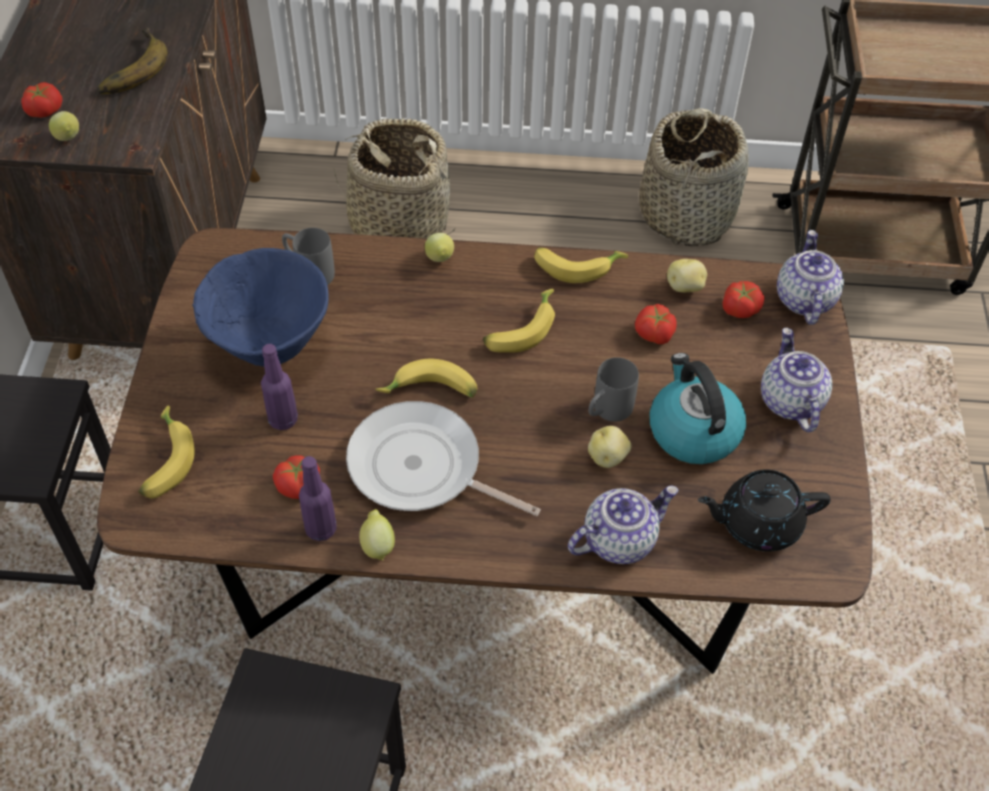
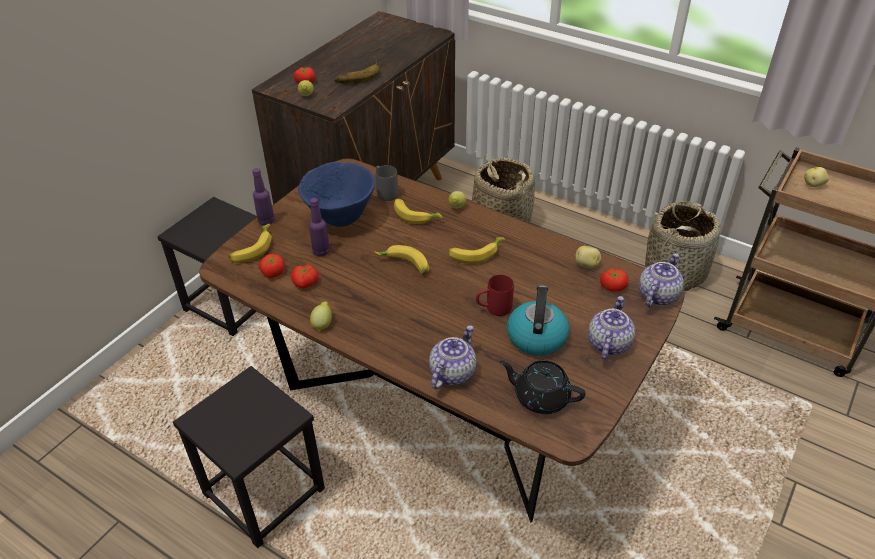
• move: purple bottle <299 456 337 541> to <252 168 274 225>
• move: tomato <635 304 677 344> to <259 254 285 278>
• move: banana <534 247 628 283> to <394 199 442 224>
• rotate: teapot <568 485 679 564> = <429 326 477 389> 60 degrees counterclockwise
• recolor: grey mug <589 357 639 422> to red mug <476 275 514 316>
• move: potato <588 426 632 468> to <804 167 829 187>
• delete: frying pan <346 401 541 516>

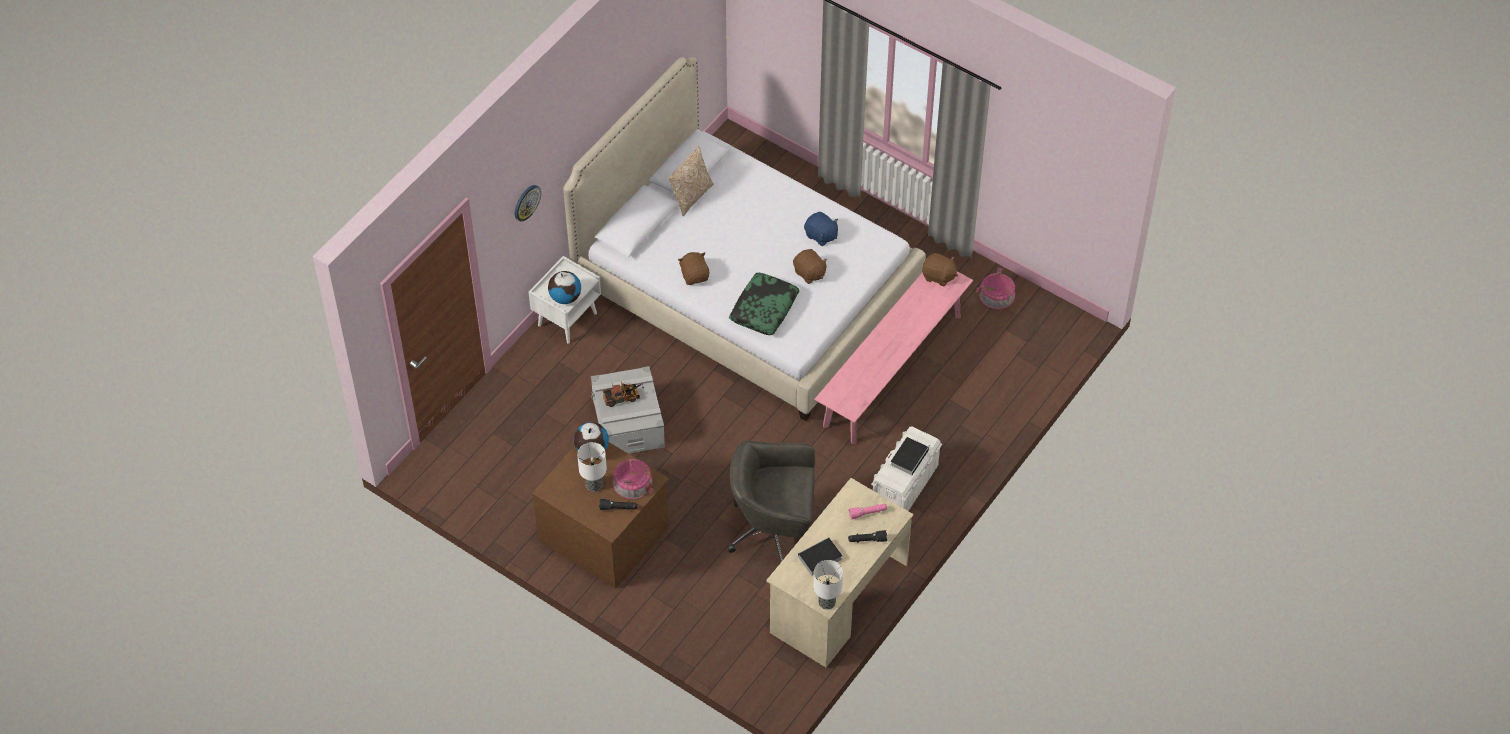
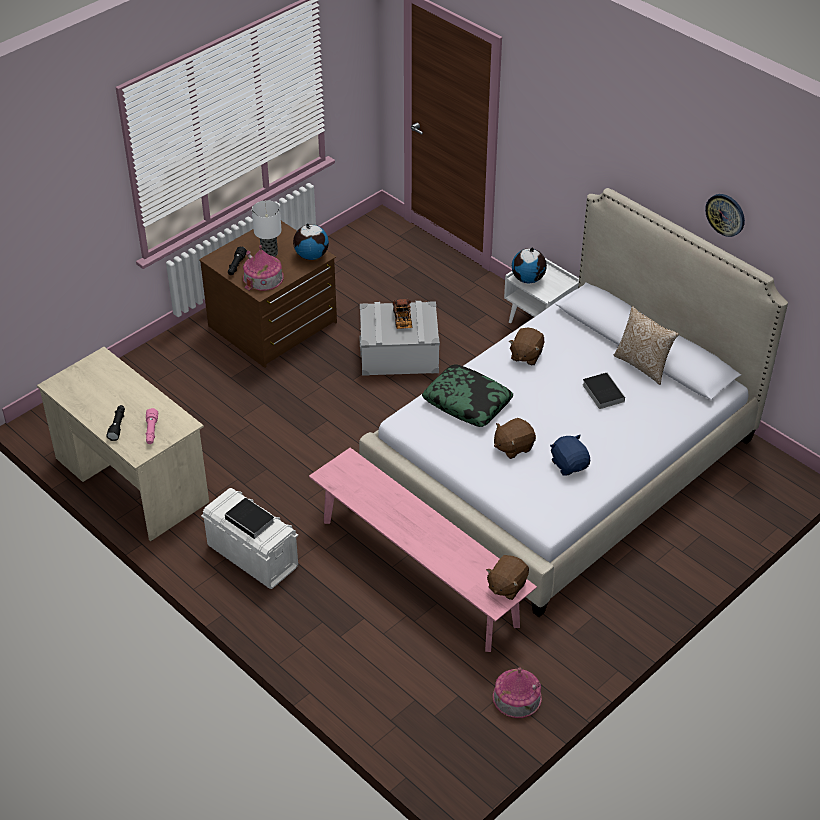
• rotate: brown plush toy <678 252 709 285> = <509 328 544 365> 120 degrees clockwise
• rotate: blue plush toy <804 212 838 246> = <550 435 590 476> 105 degrees clockwise
• move: book <797 537 842 576> to <582 372 625 409>
• move: wall clock <515 185 541 221> to <705 194 745 237>
• delete: grey office chair <728 440 815 564>
• delete: table lamp <813 560 843 610>

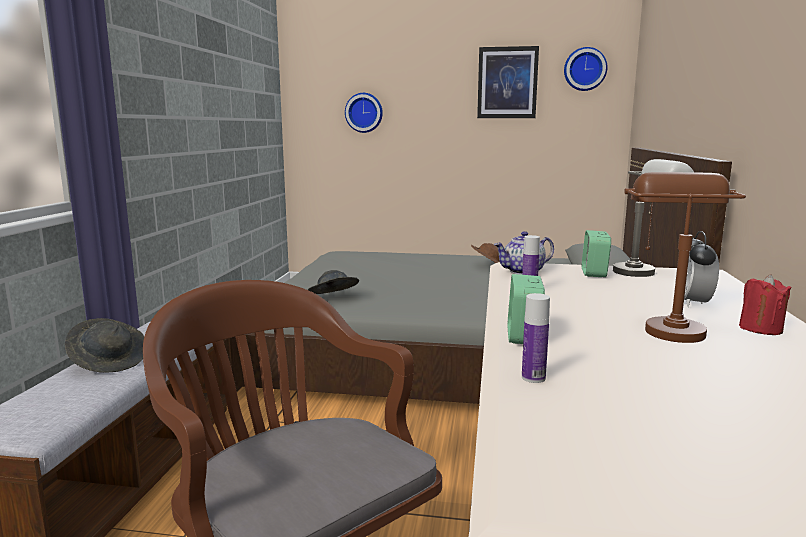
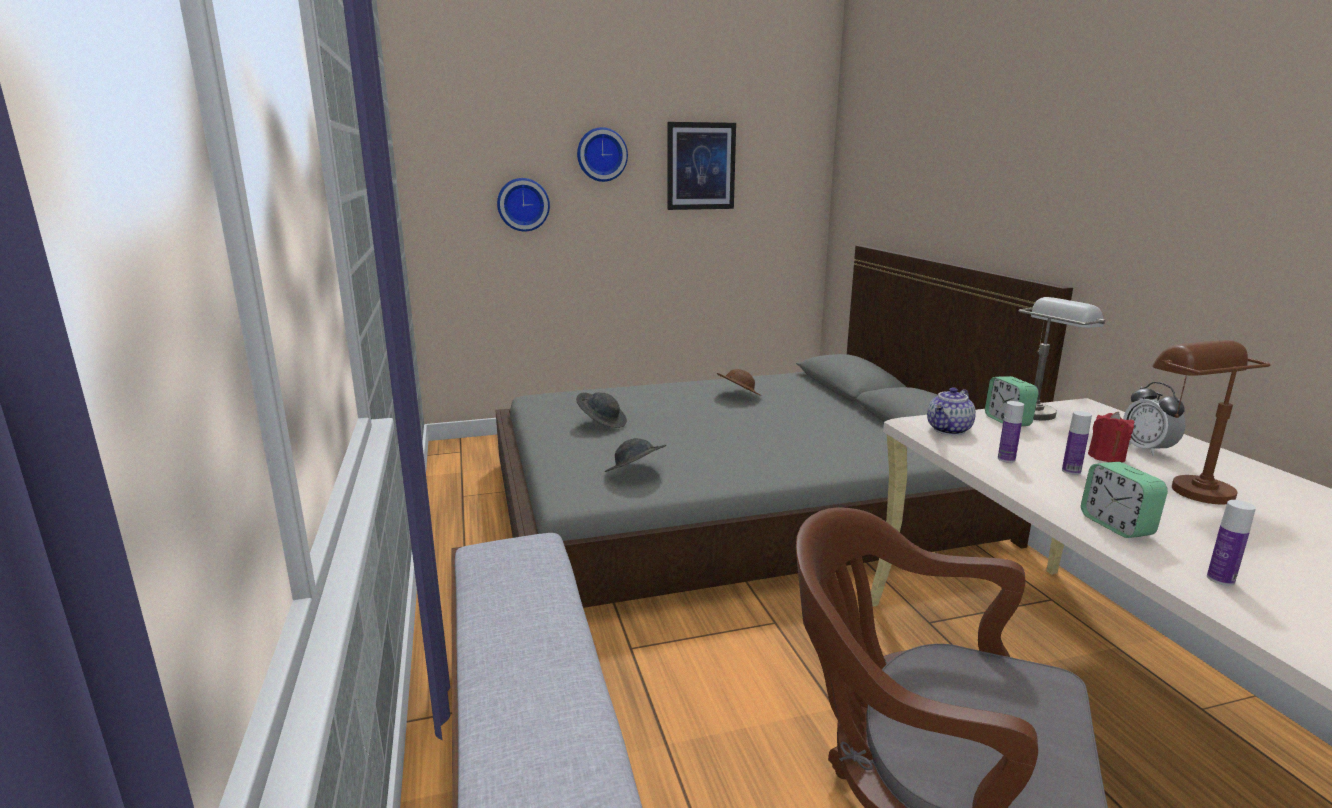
• move: grey hat <65 318 145 373> to <576 392 627 428>
• move: wall clock <564 47 607 91> to <577 127 628 182>
• insert: bottle <1062 411 1092 475>
• move: red candle <739 274 791 335> to <1088 412 1134 463>

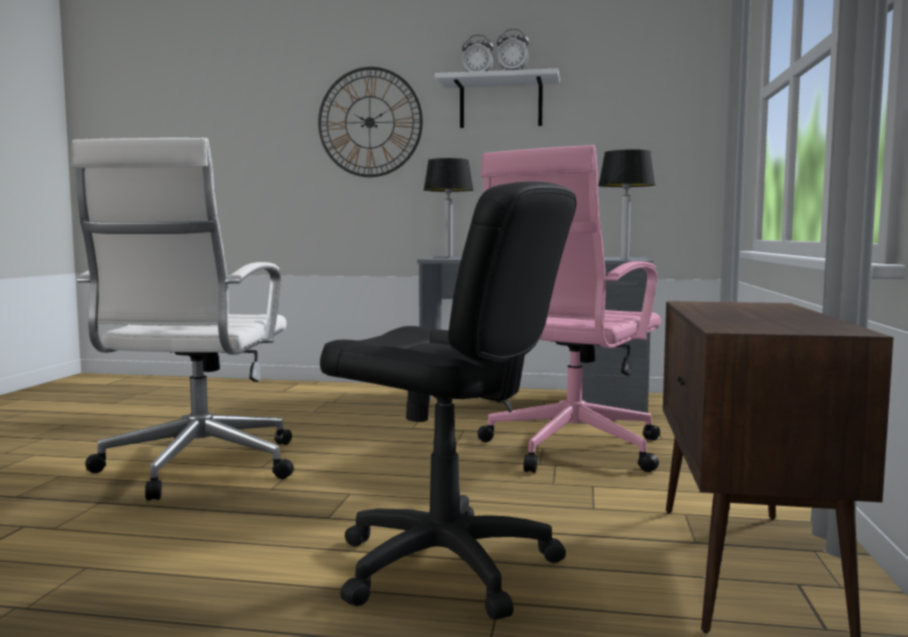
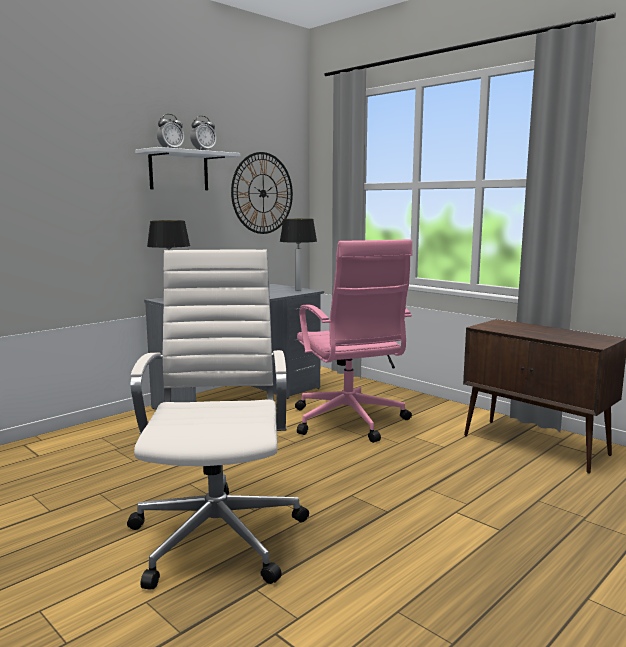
• rotate: white office chair <71 138 294 501> = <127 250 309 590> 135 degrees counterclockwise
• move: wall clock <318 67 423 177> to <231 152 293 234>
• delete: black office chair <320 182 577 619>

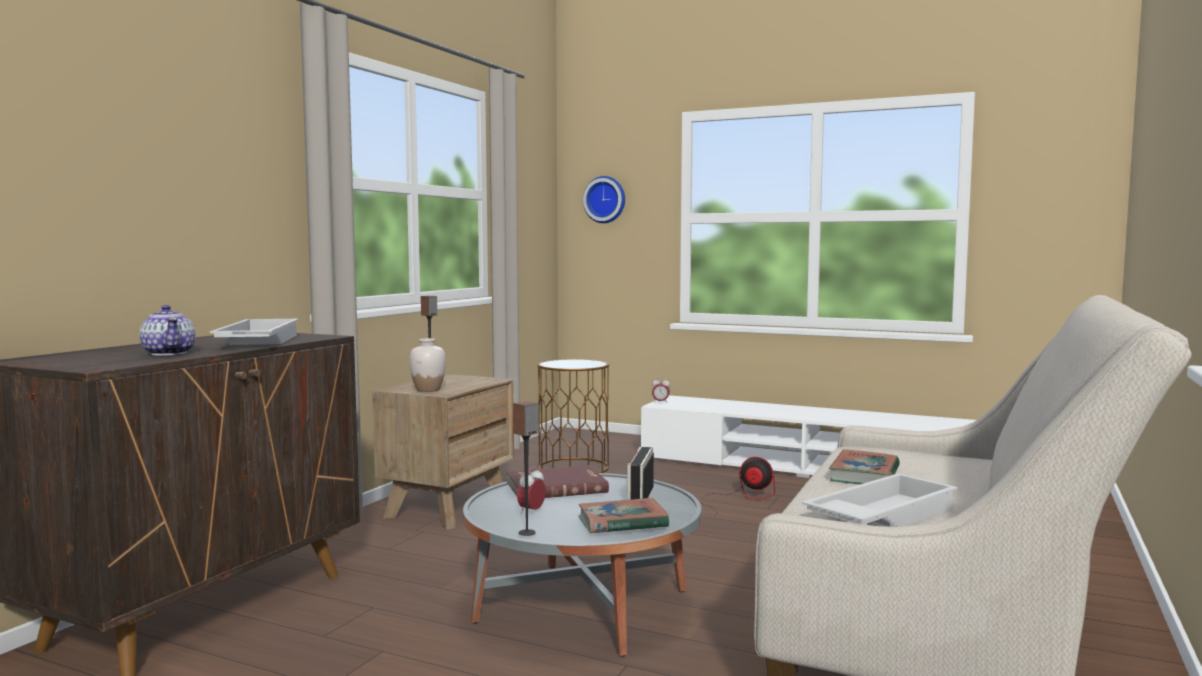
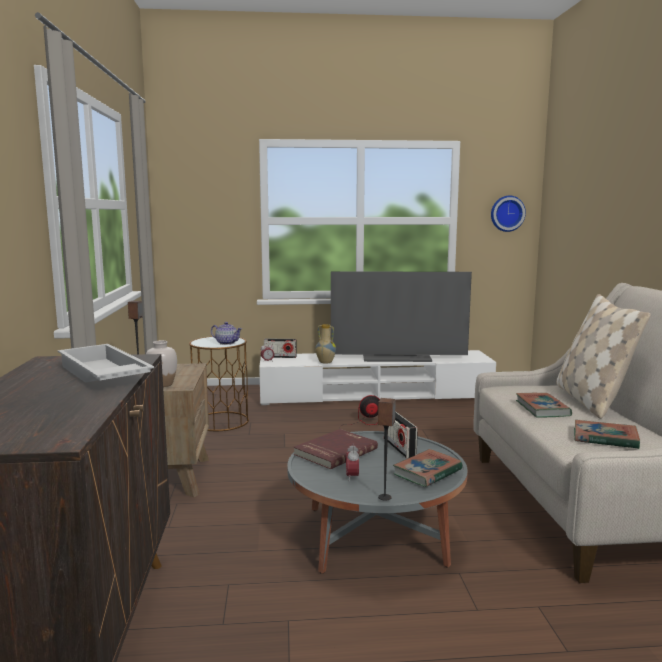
• move: teapot <140 305 195 356> to <211 322 242 345>
• insert: radio <264 338 297 358>
• insert: vase <315 324 336 364>
• insert: television <331 271 472 362>
• move: wall clock <583 176 625 223> to <491 196 526 232>
• insert: beige pillow <556 294 650 419>
• replace: white tray <802 473 958 527> to book <574 420 640 449>

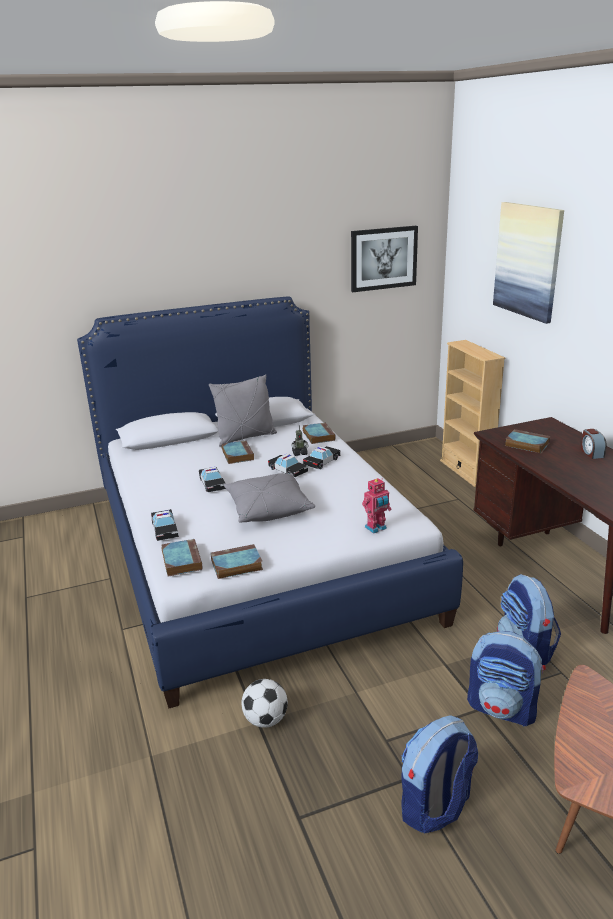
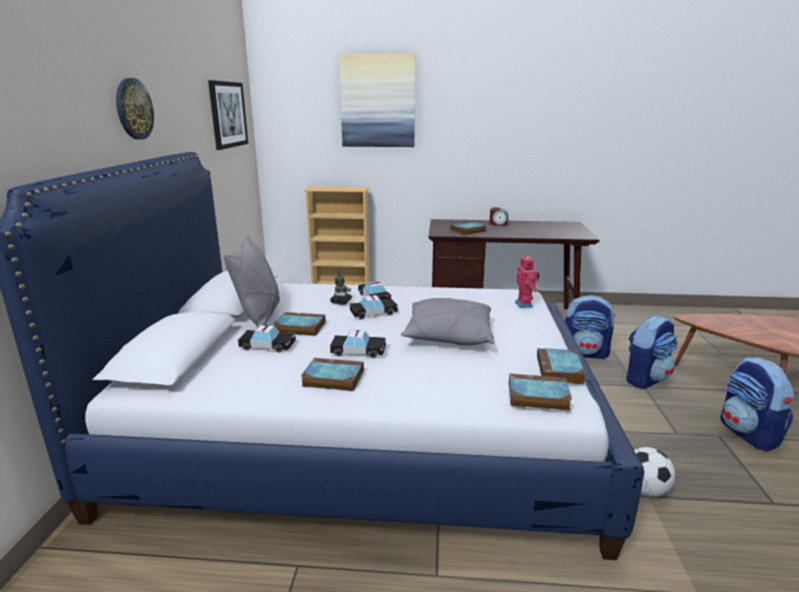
• insert: wall clock <116 78 154 140>
• move: toy car <151 509 179 541> to <238 325 296 353>
• move: book <303 423 335 444> to <301 358 364 391>

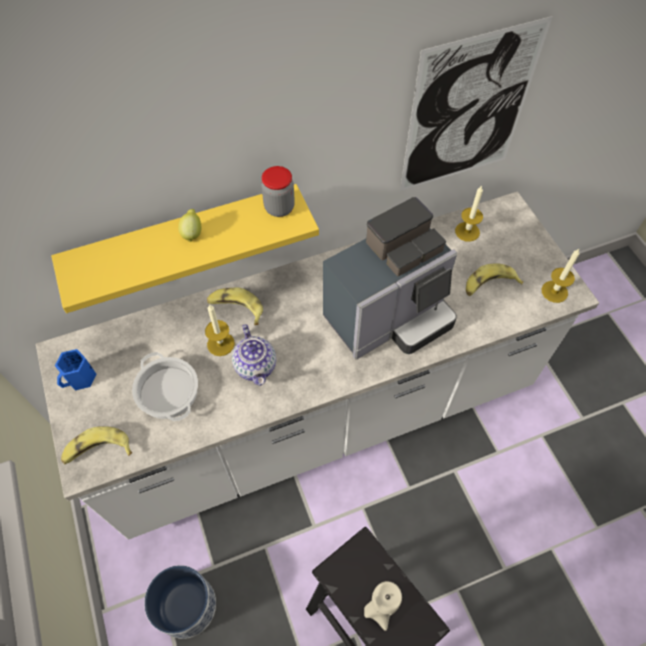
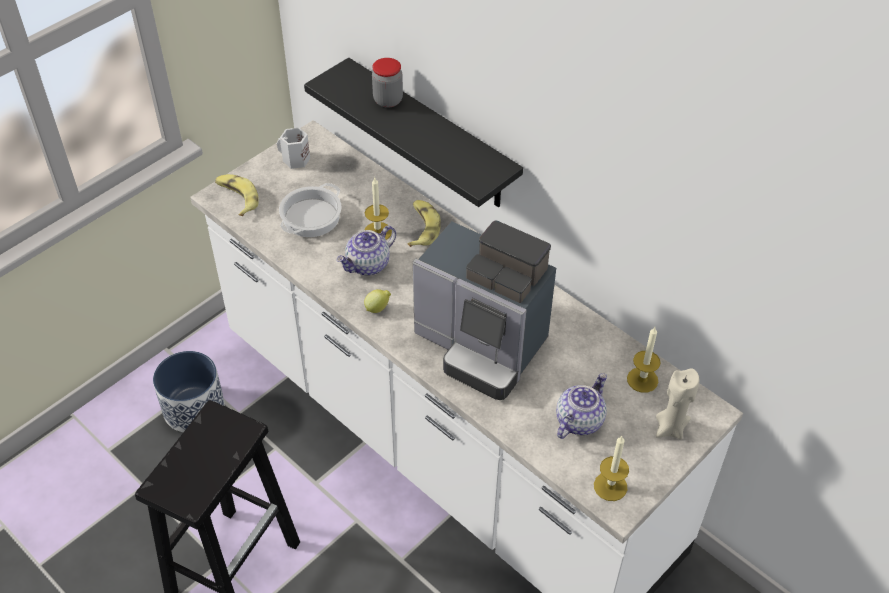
• recolor: blue mug <55 349 96 390> to white mug <277 128 310 169>
• recolor: yellow shelf <51 184 319 313> to black shelf <304 58 523 207>
• move: lemon <178 209 201 242> to <364 289 391 313>
• move: jar <261 166 295 217> to <372 58 403 108>
• replace: banana <466 264 523 296> to teapot <556 373 607 439>
• move: beige candle <364 581 402 631> to <656 368 699 440>
• delete: picture <400 16 553 191>

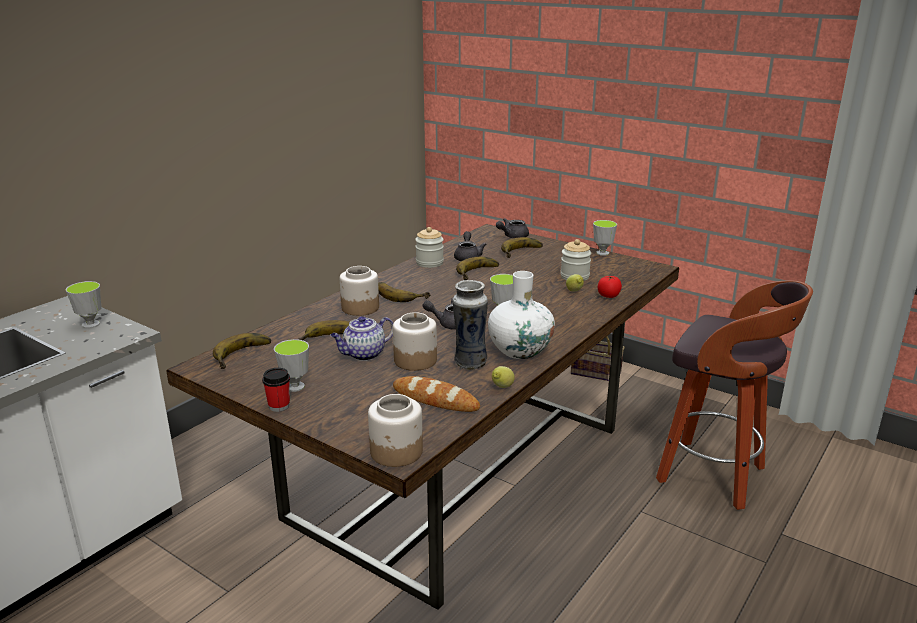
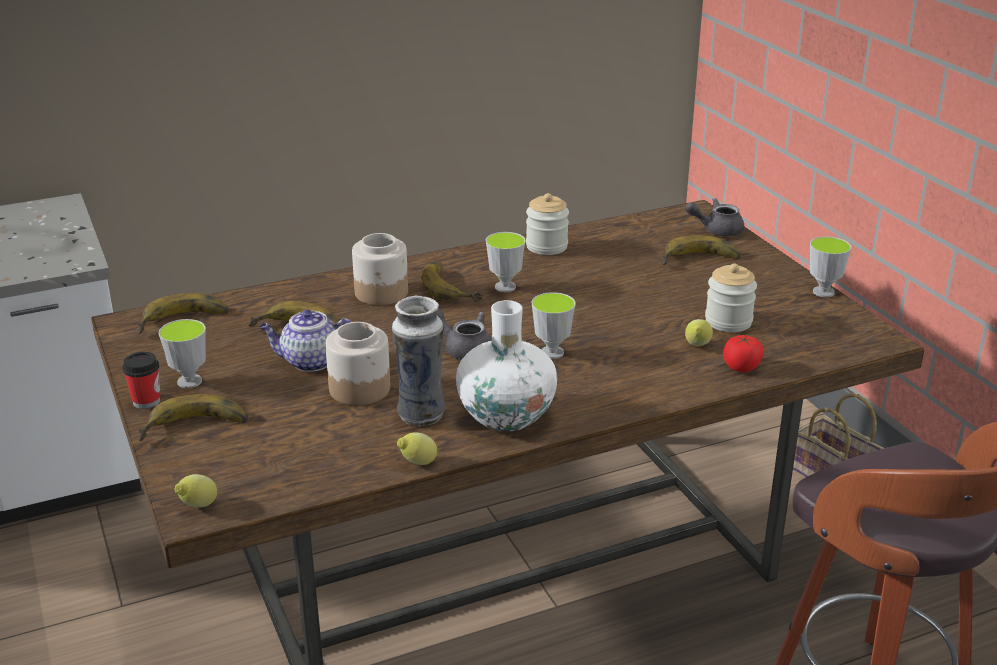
• move: banana <456 257 499 280> to <138 394 248 441>
• replace: jar <368 394 423 467> to lemon <175 474 217 508>
• move: cup <66 281 102 329> to <486 232 526 292>
• delete: bread <393 376 480 412>
• delete: grey teapot <454 231 486 261>

